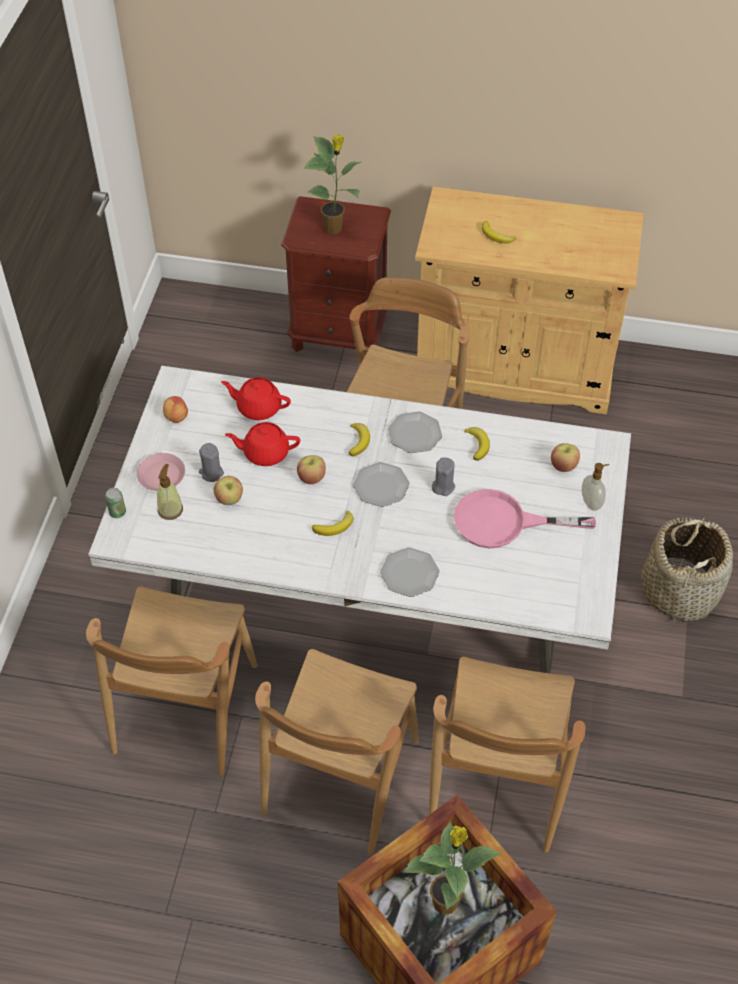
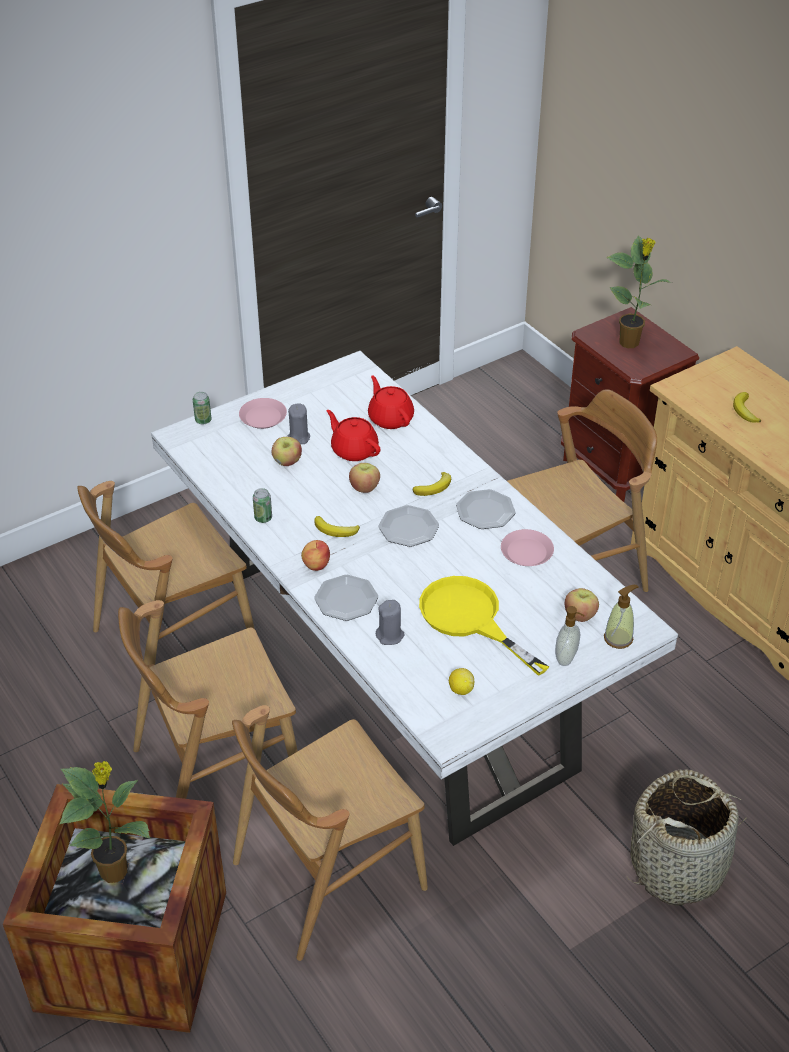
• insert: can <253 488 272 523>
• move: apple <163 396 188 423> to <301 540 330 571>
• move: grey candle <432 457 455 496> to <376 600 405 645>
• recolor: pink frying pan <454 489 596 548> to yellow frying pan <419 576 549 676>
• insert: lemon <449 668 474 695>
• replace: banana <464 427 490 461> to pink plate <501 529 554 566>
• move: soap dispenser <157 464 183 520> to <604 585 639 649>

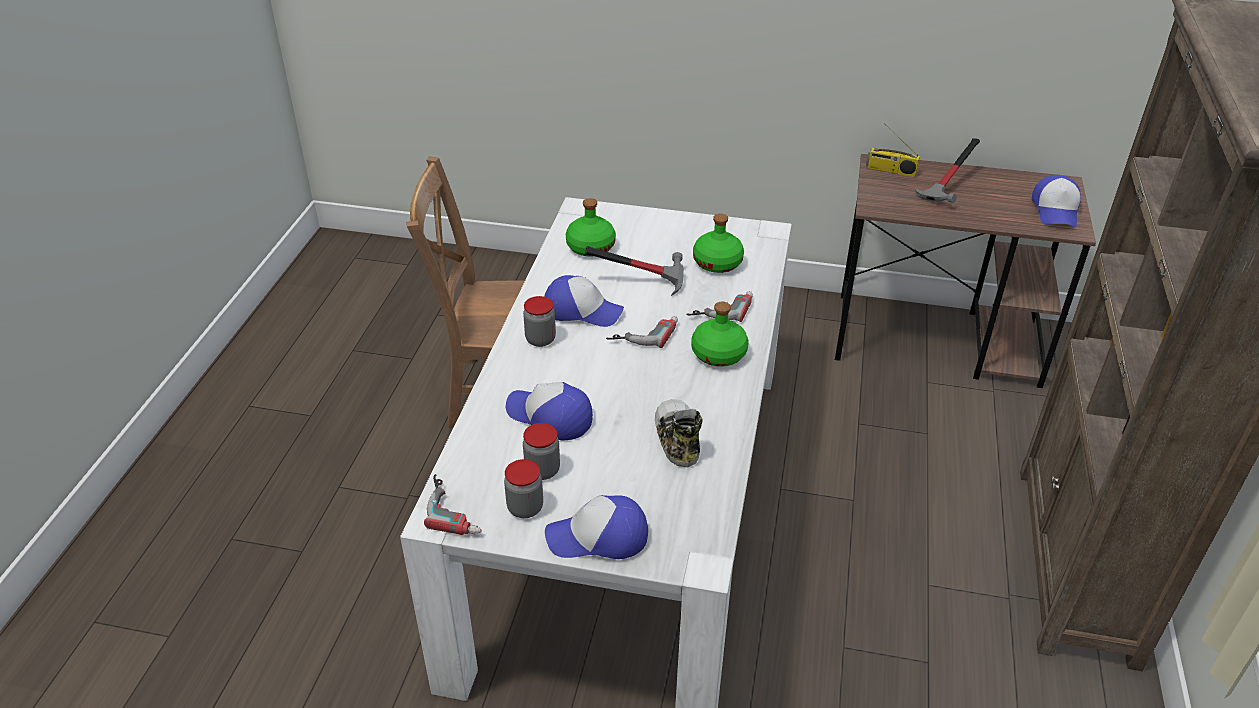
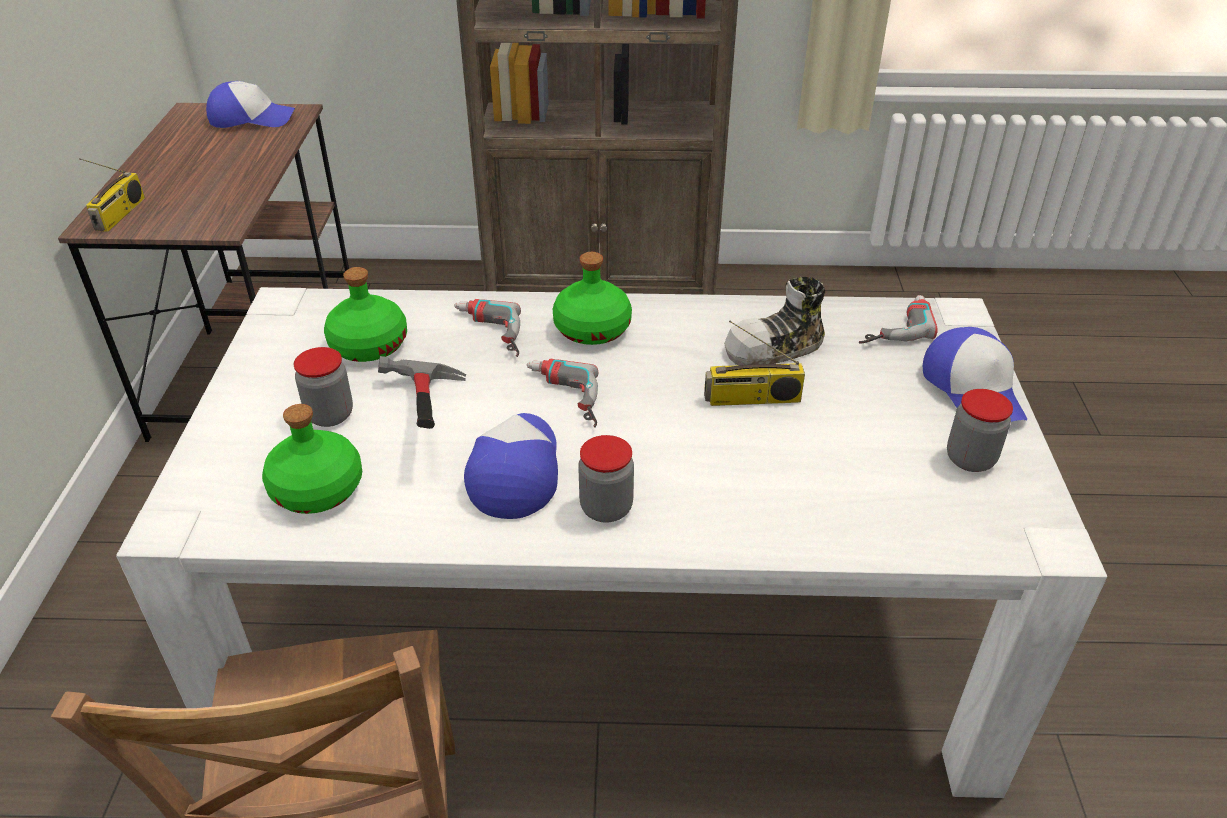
• move: jar <523 423 560 480> to <294 347 353 427>
• insert: radio <704 321 805 406>
• move: power drill <424 474 482 535> to <859 295 938 343>
• delete: cap <506 382 593 440>
• delete: hammer <914 138 980 203>

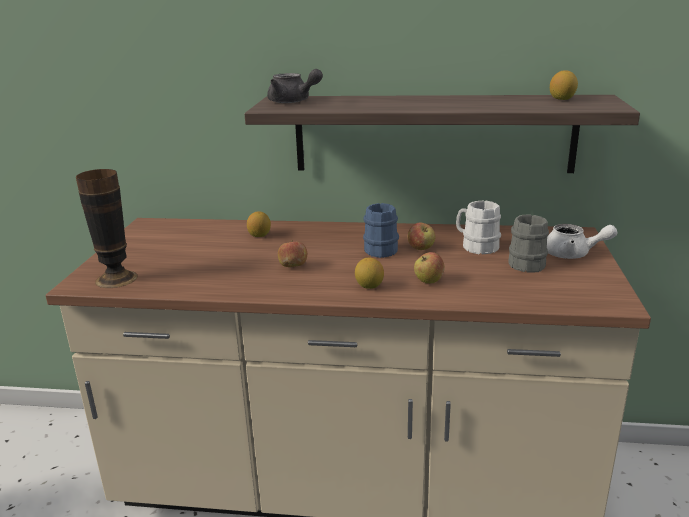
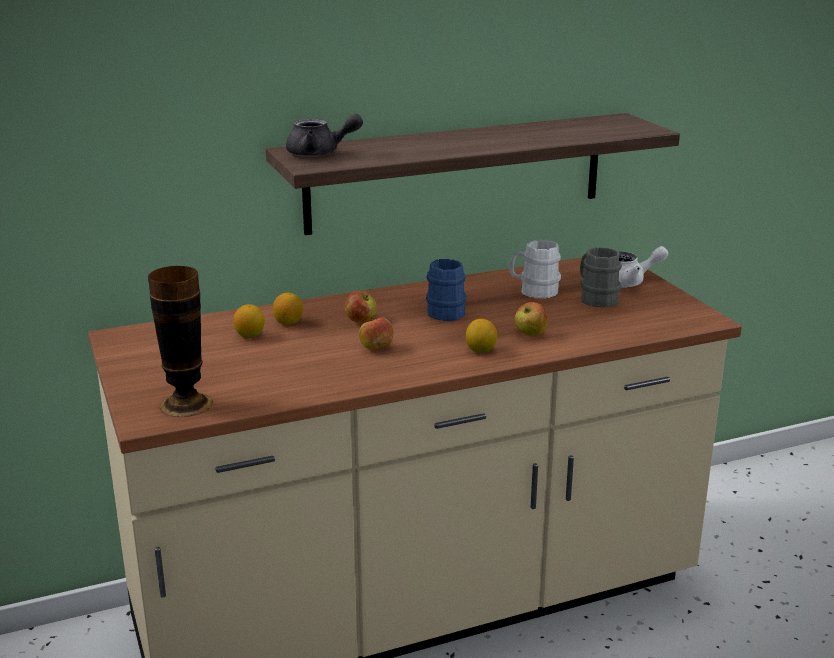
• move: lemon <550 70 578 100> to <233 304 265 337>
• move: apple <408 223 435 250> to <345 291 377 323>

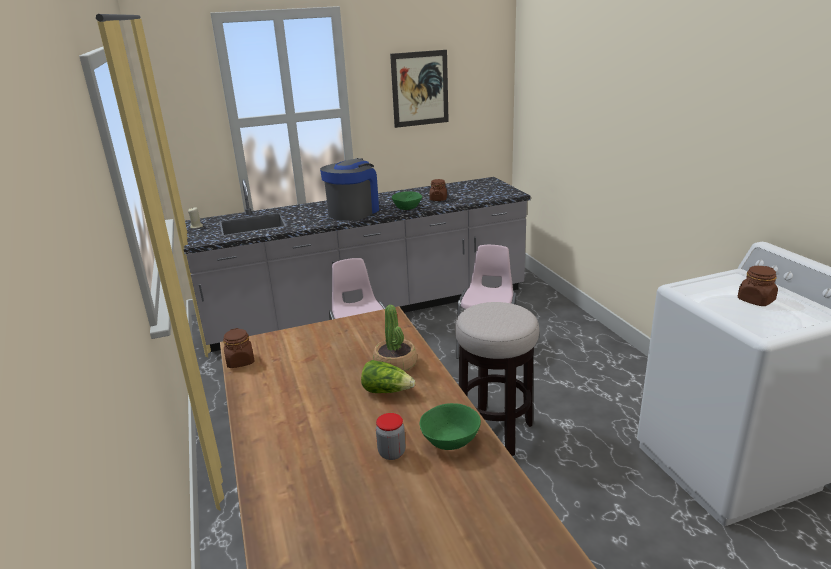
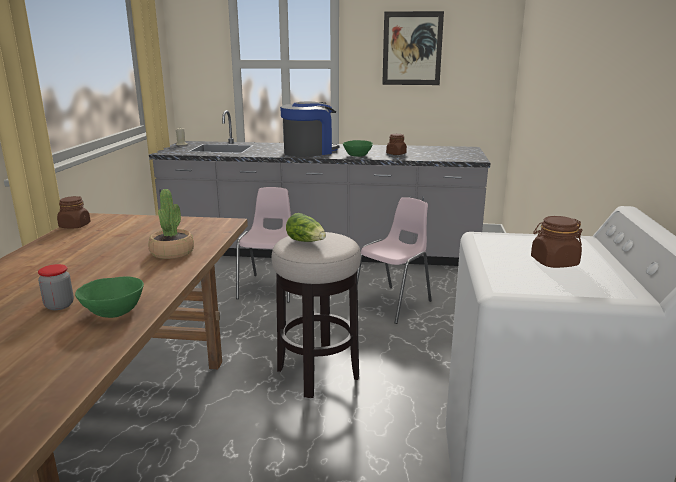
• move: lettuce <361 360 415 393> to <286 213 326 242>

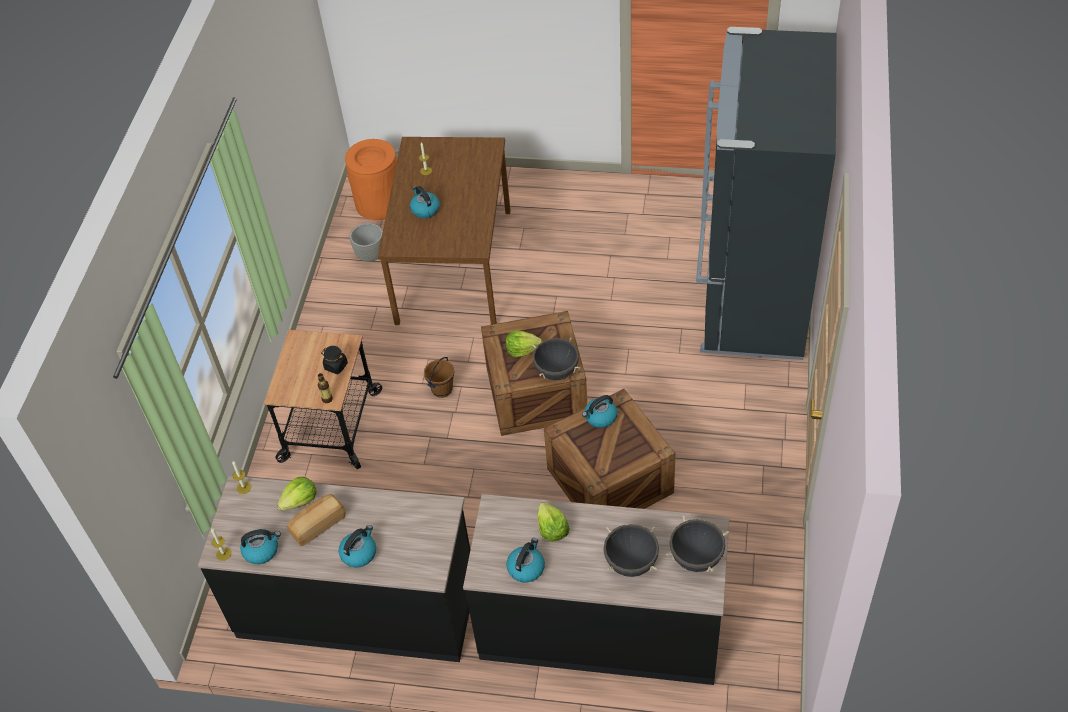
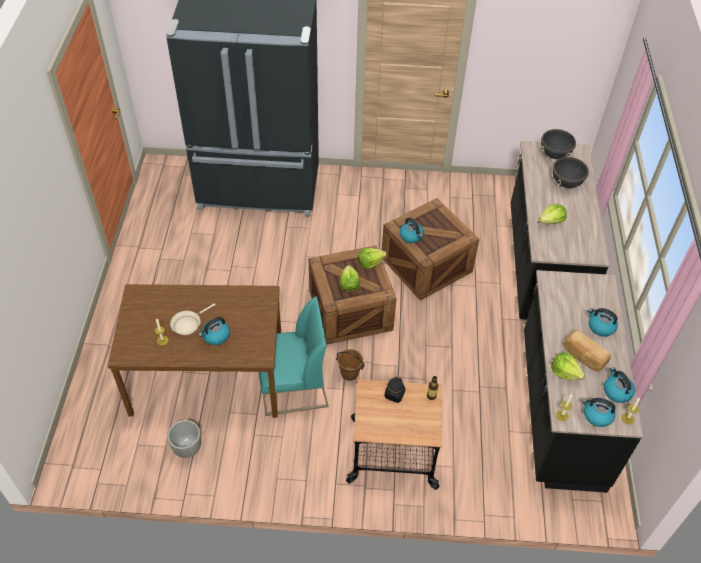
• insert: beige frying pan <170 303 216 335>
• insert: turquoise chair <258 296 329 416>
• replace: black cooking pot <532 337 580 380> to lettuce <358 248 387 269>
• move: kettle <506 538 545 583> to <582 398 616 427>
• delete: orange trash can <345 139 397 220>

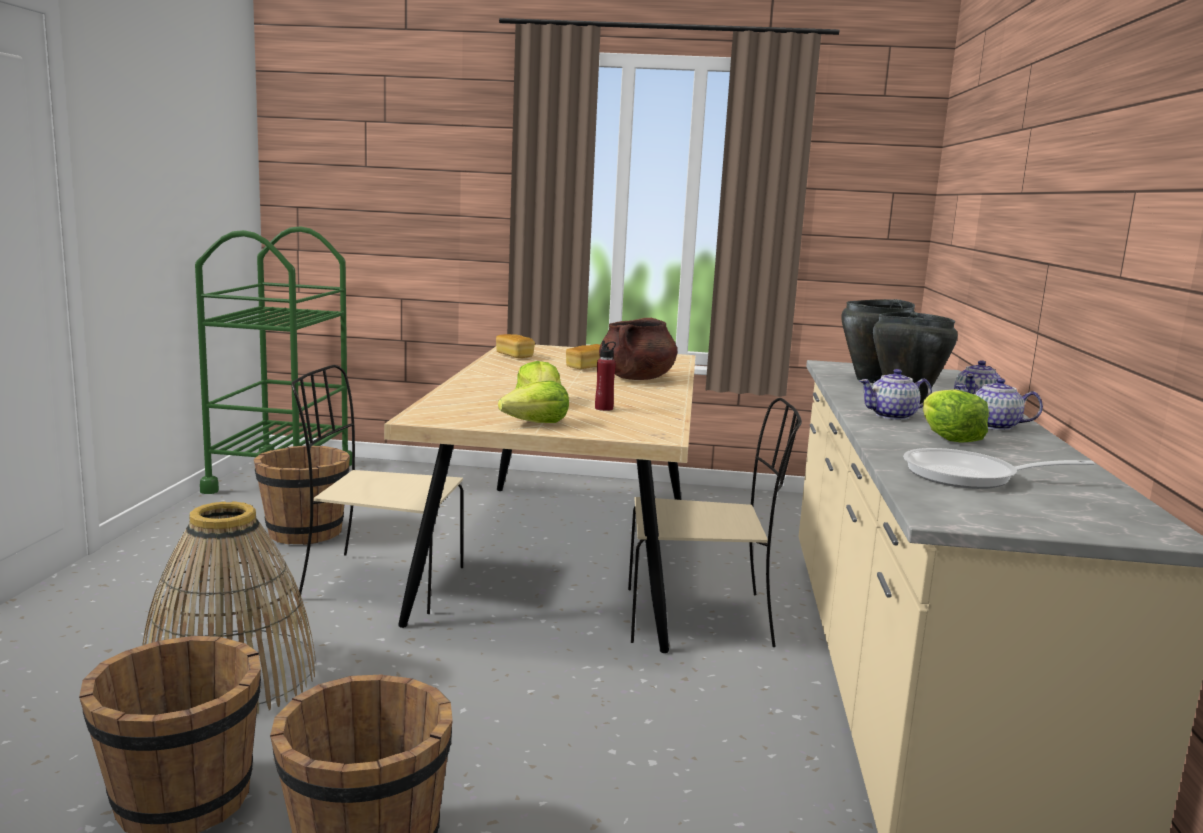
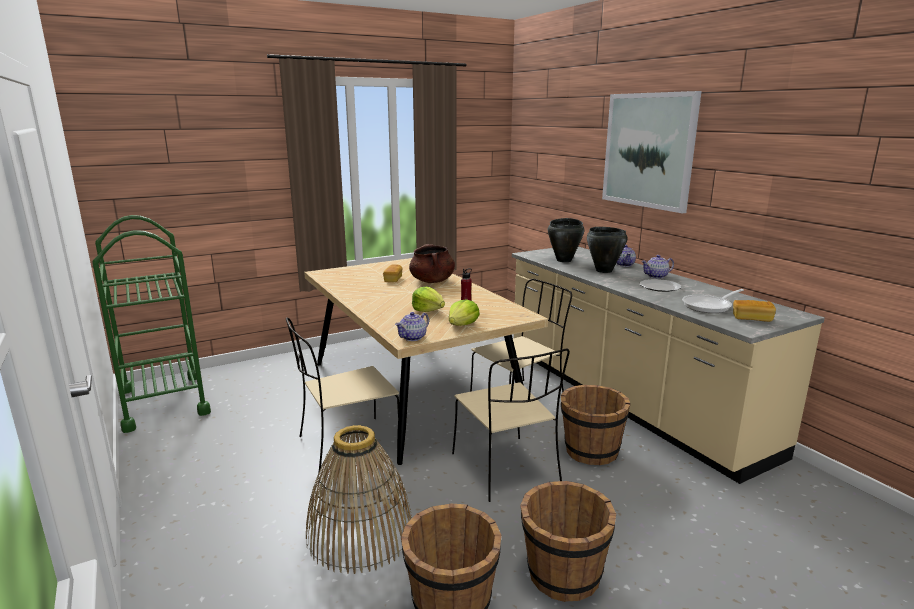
• move: teapot <859 369 932 420> to <395 312 429 341>
• insert: beige chair <452 349 570 502>
• move: brown bucket <254 445 350 545> to <561 385 630 465>
• insert: picture <602 91 702 213>
• replace: lettuce <923 389 989 443> to plate <639 279 682 292>
• move: bread <496 334 535 358> to <733 300 776 322>

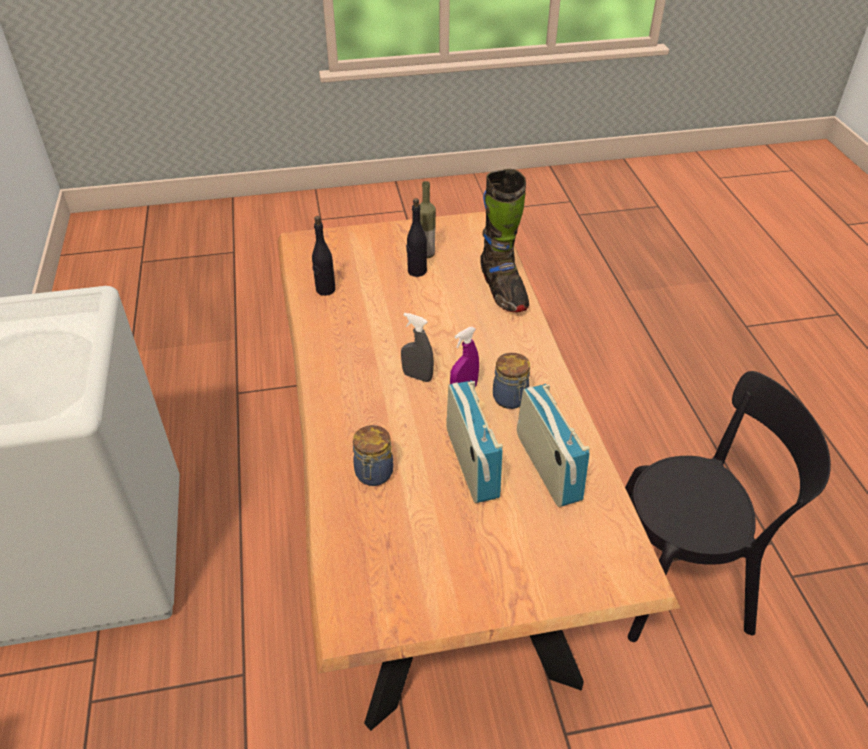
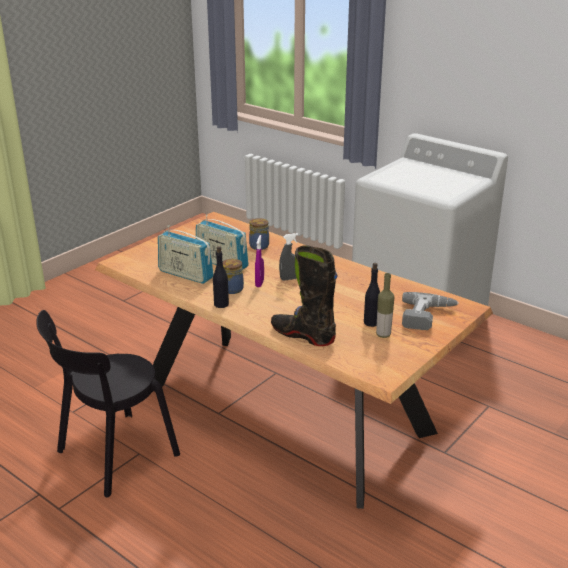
• move: black bottle <312 216 336 296> to <213 246 229 308>
• insert: power drill <402 292 459 330>

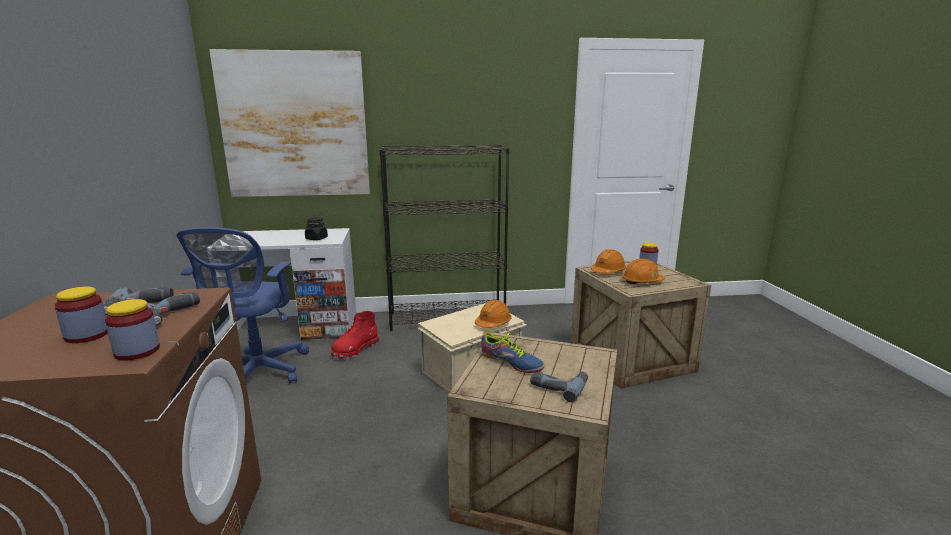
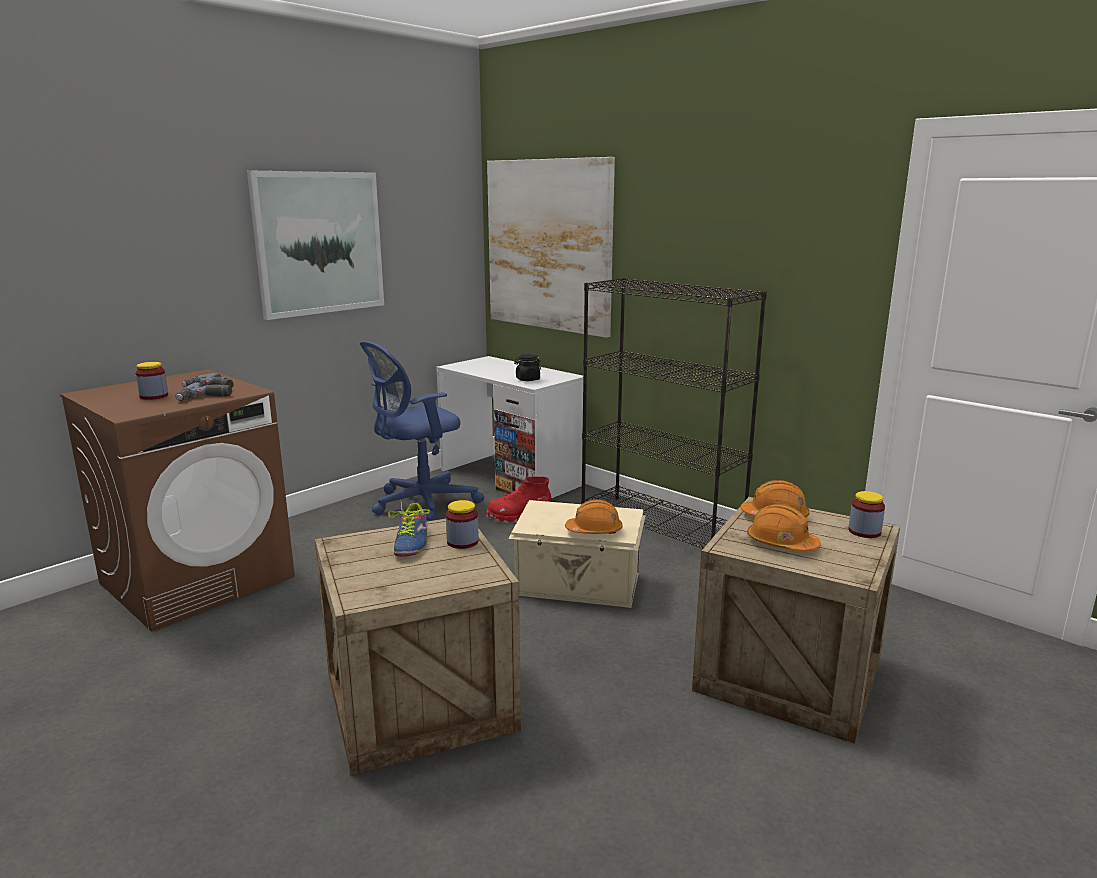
• insert: picture <247 171 384 320>
• move: jar <105 299 160 361> to <446 500 479 549>
• delete: power drill <530 372 588 402>

